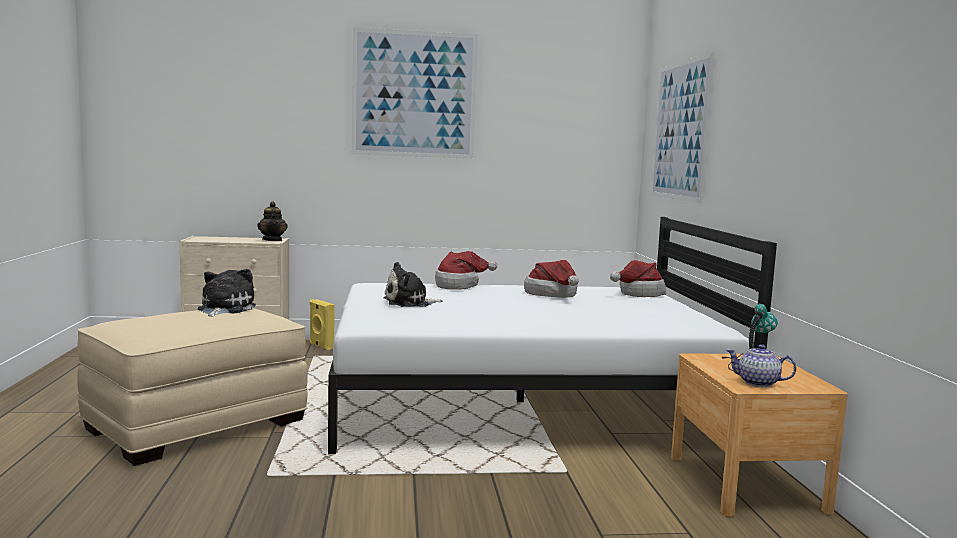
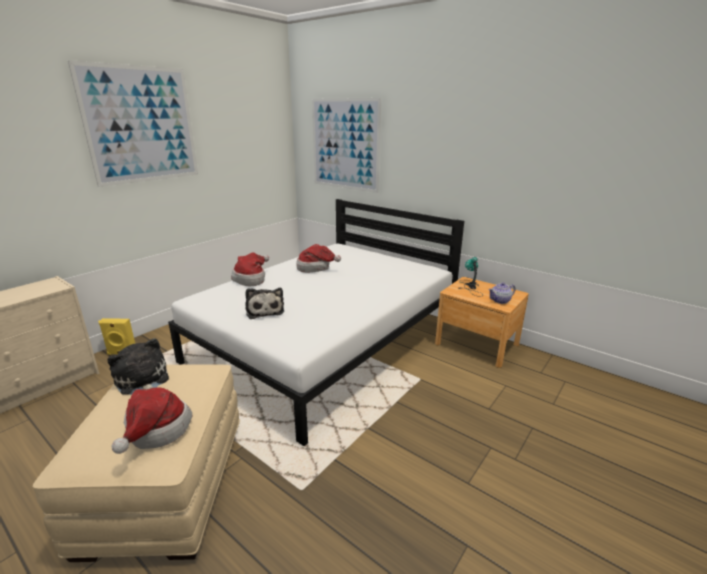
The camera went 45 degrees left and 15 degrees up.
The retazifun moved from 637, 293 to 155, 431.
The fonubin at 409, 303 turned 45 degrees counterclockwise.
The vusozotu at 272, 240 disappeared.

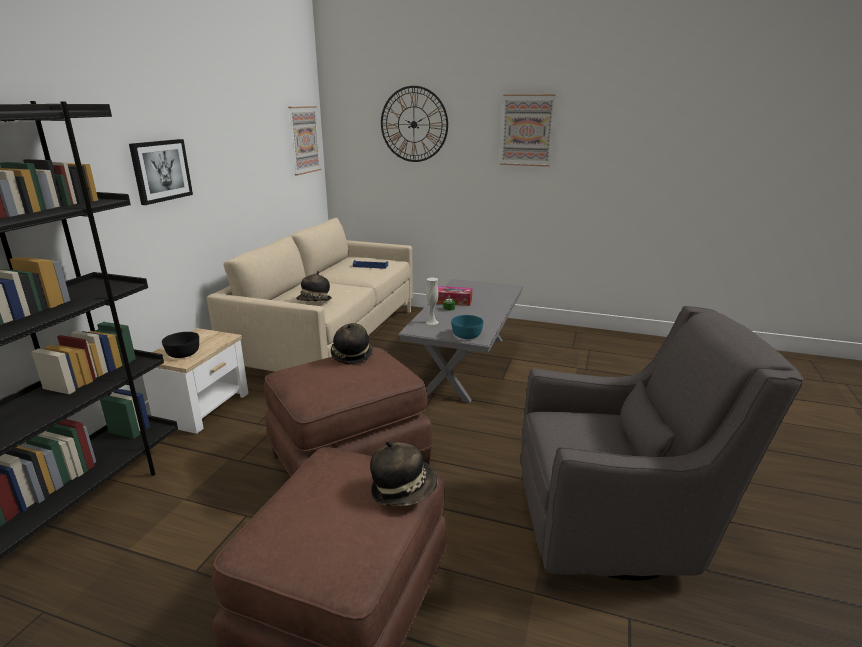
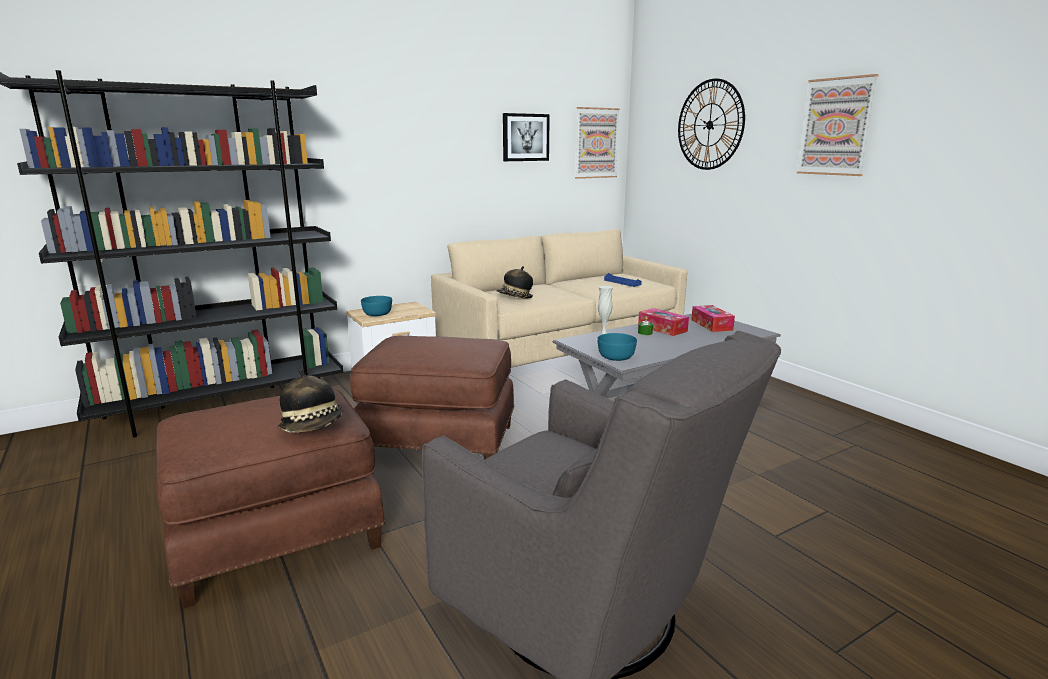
The camera went 40 degrees right and 5 degrees down.
The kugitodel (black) at 184, 353 became the kugitodel (turquoise) at 377, 314.
The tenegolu moved from 161, 170 to 525, 137.
The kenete at 711, 325 appeared.
The retazifun at 352, 355 disappeared.

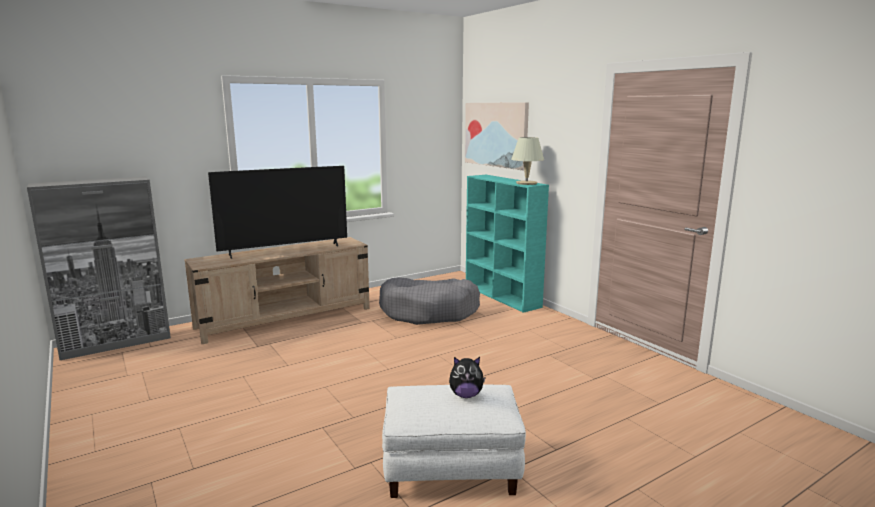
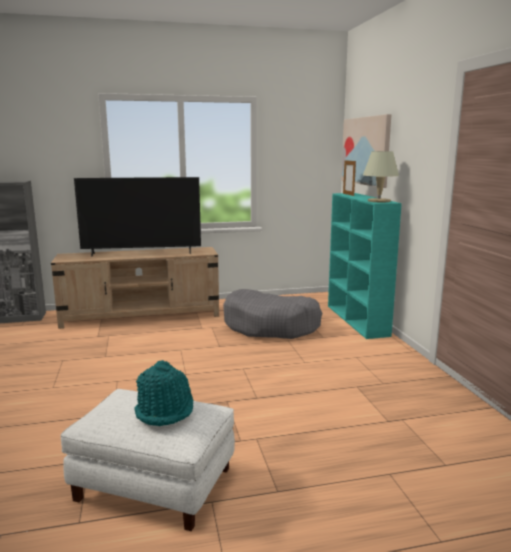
The camera went 20 degrees right and 0 degrees up.
The fonubin at 466, 395 was replaced by the retazifun (turquoise) at 165, 410.
The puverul at 348, 194 appeared.

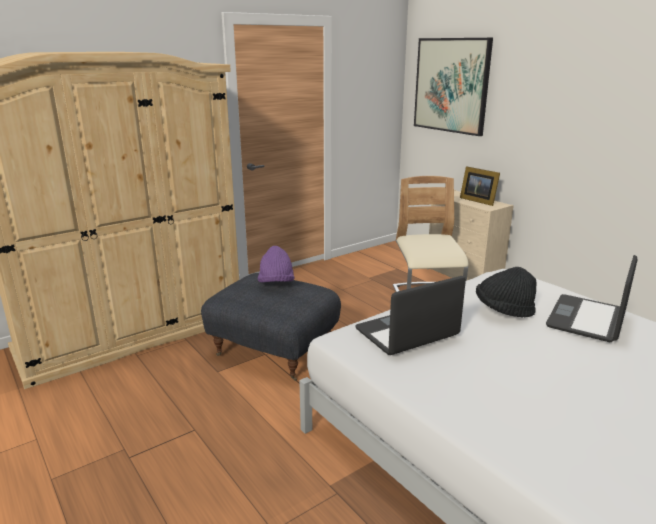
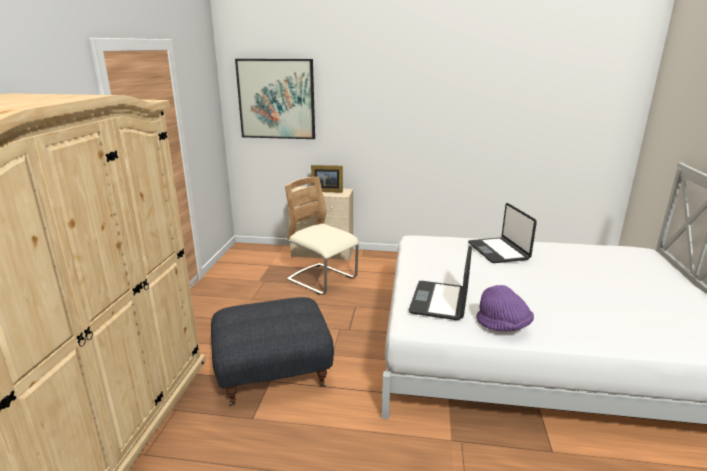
The camera went 45 degrees left and 0 degrees up.
The retazifun (purple) moved from 276, 283 to 503, 326.
The retazifun (black) at 503, 310 disappeared.

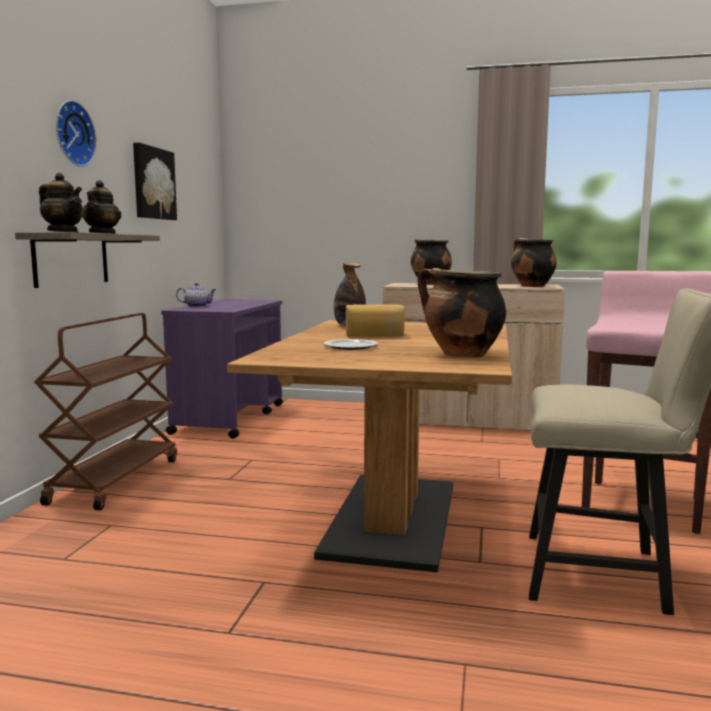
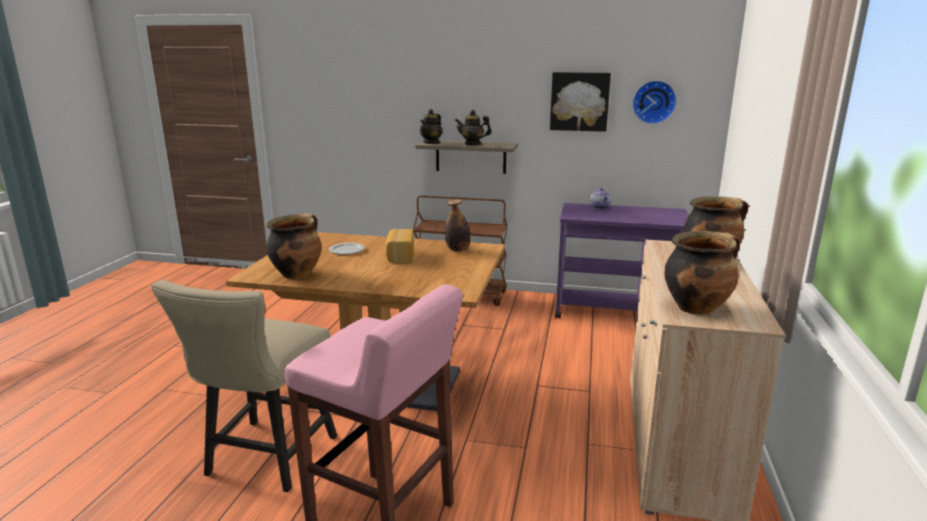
The camera went 90 degrees right and 10 degrees up.
The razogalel moved from 72, 134 to 654, 102.

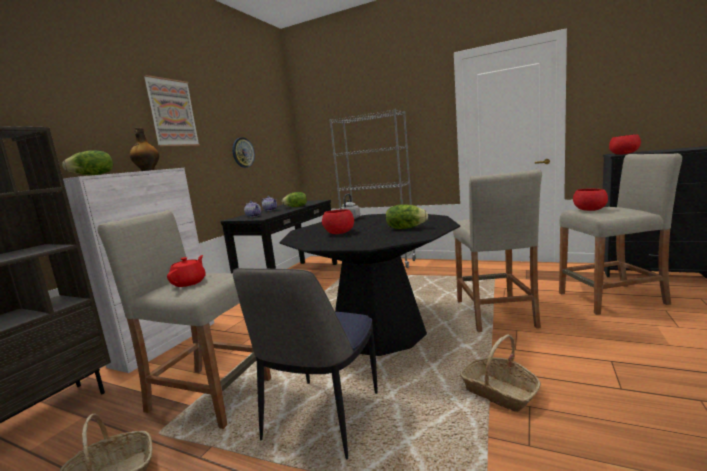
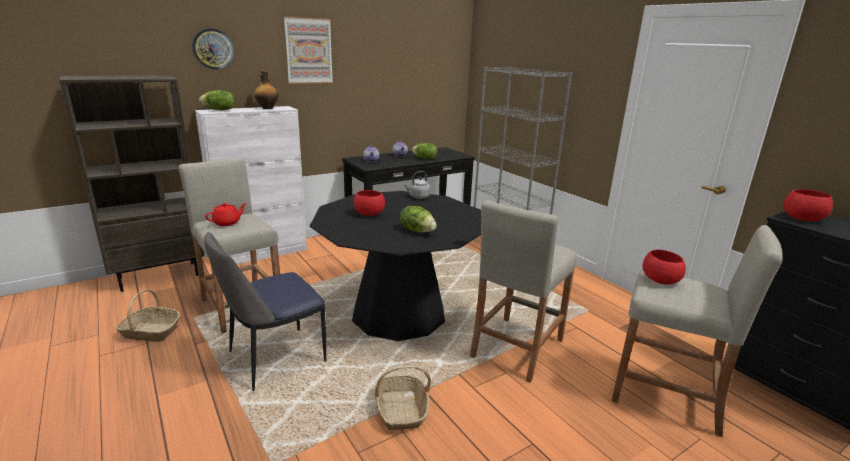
The camera went 30 degrees right and 10 degrees up.
The razogalel moved from 243, 152 to 213, 49.

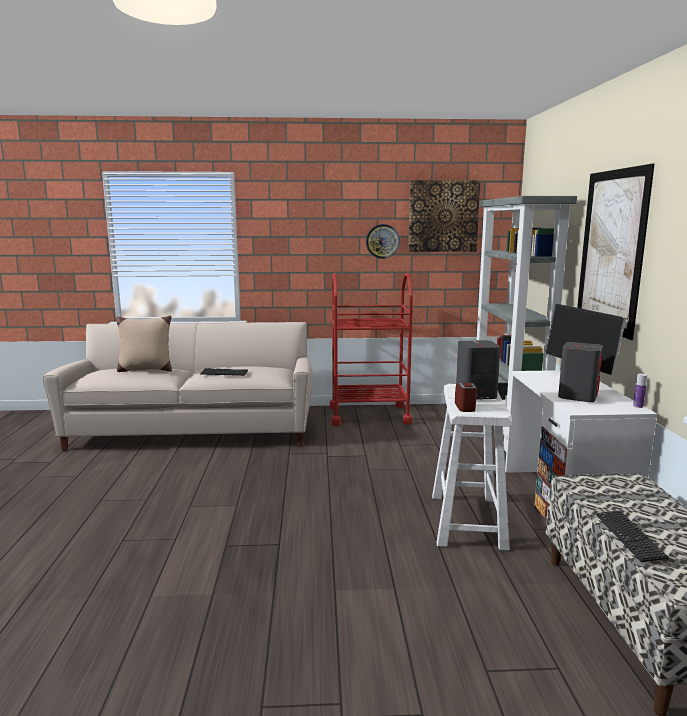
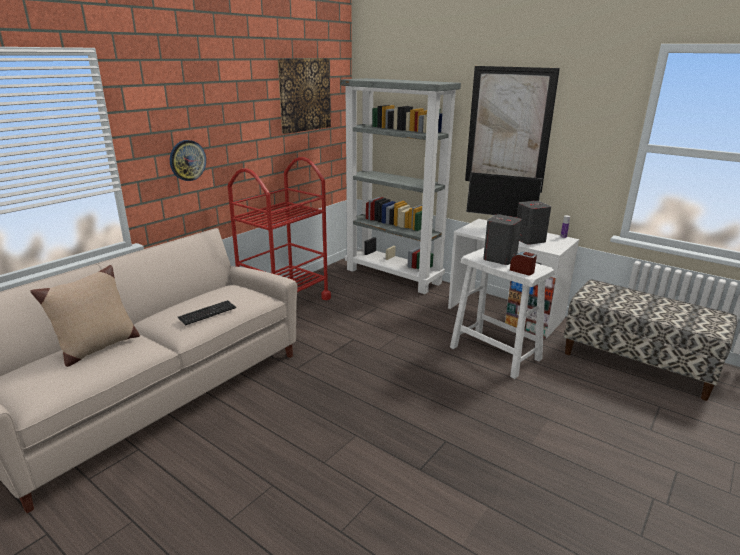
The camera went 50 degrees left and 10 degrees up.
The razogalel moved from 382, 241 to 187, 160.
The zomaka at 629, 537 disappeared.

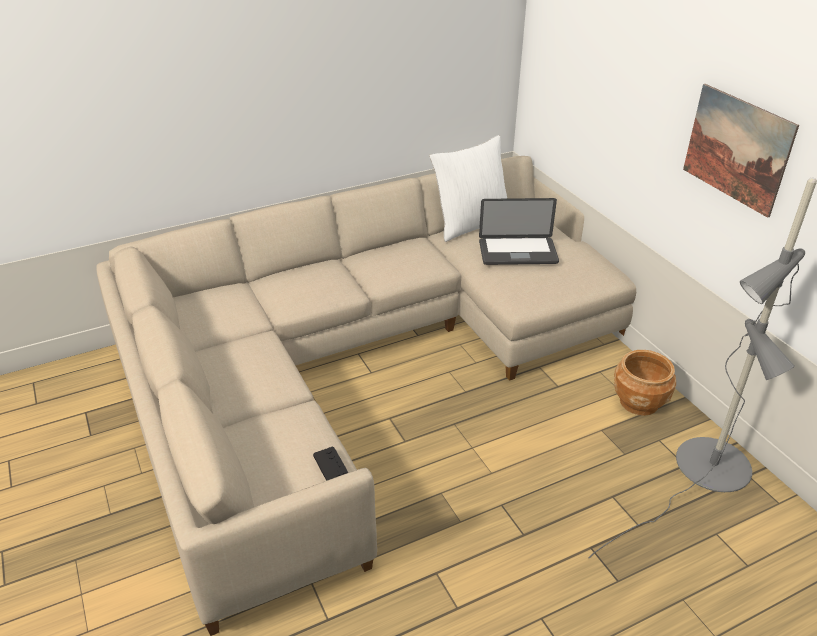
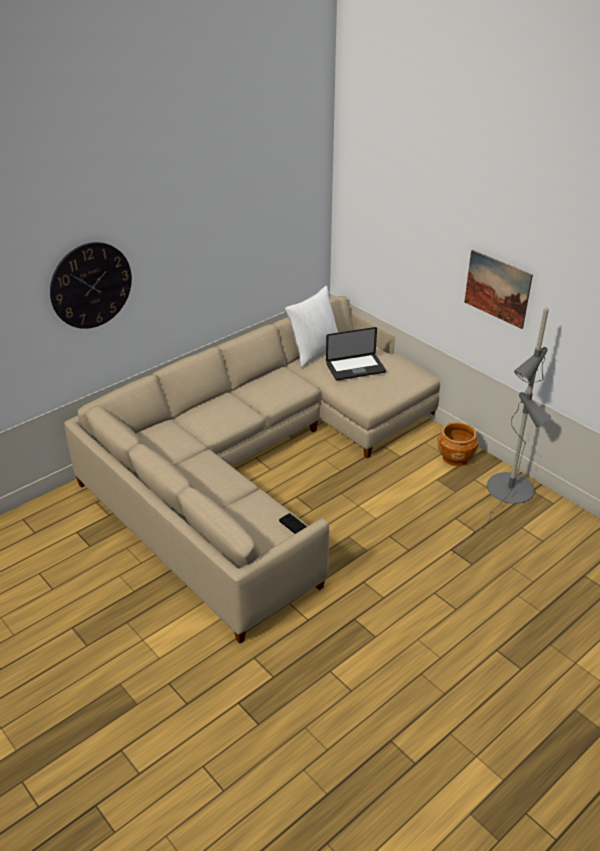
The camera went 15 degrees left and 0 degrees up.
The razogalel at 91, 285 appeared.

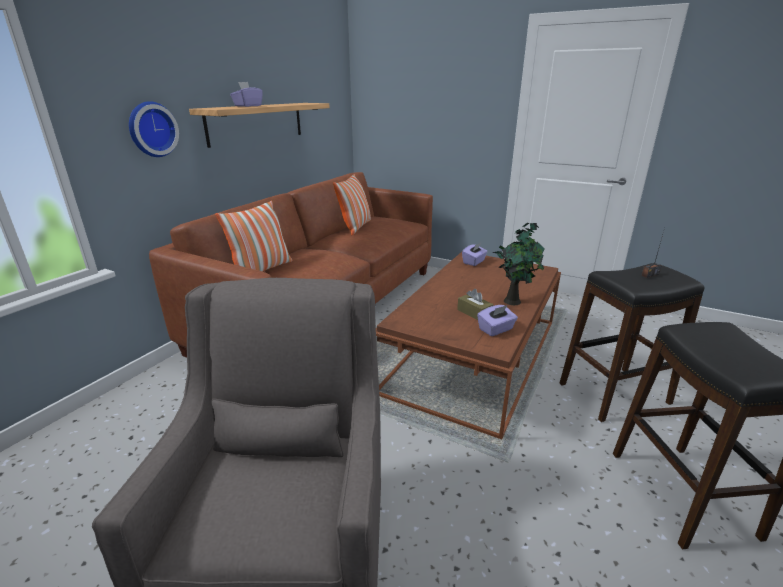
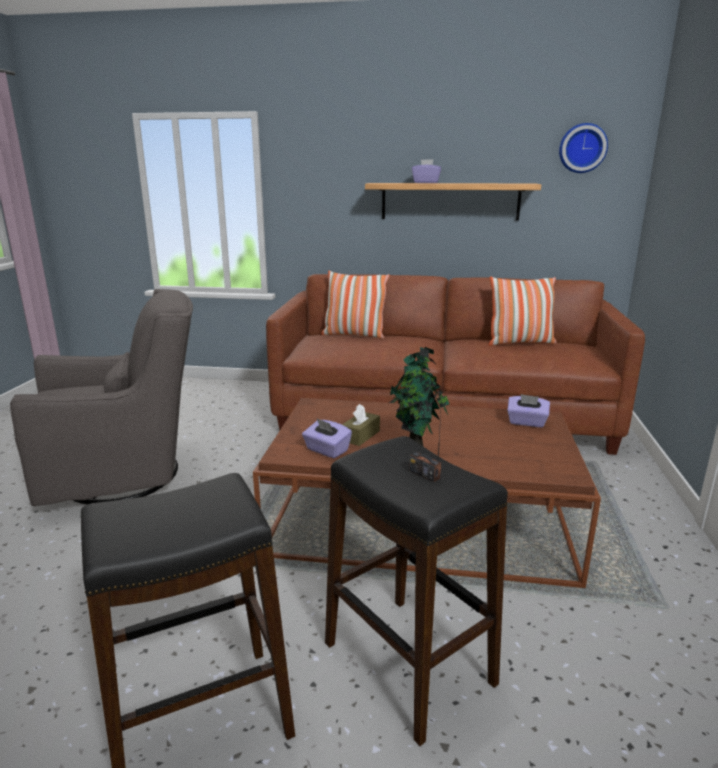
The camera went 70 degrees right and 5 degrees down.
The razogalel moved from 151, 129 to 582, 148.

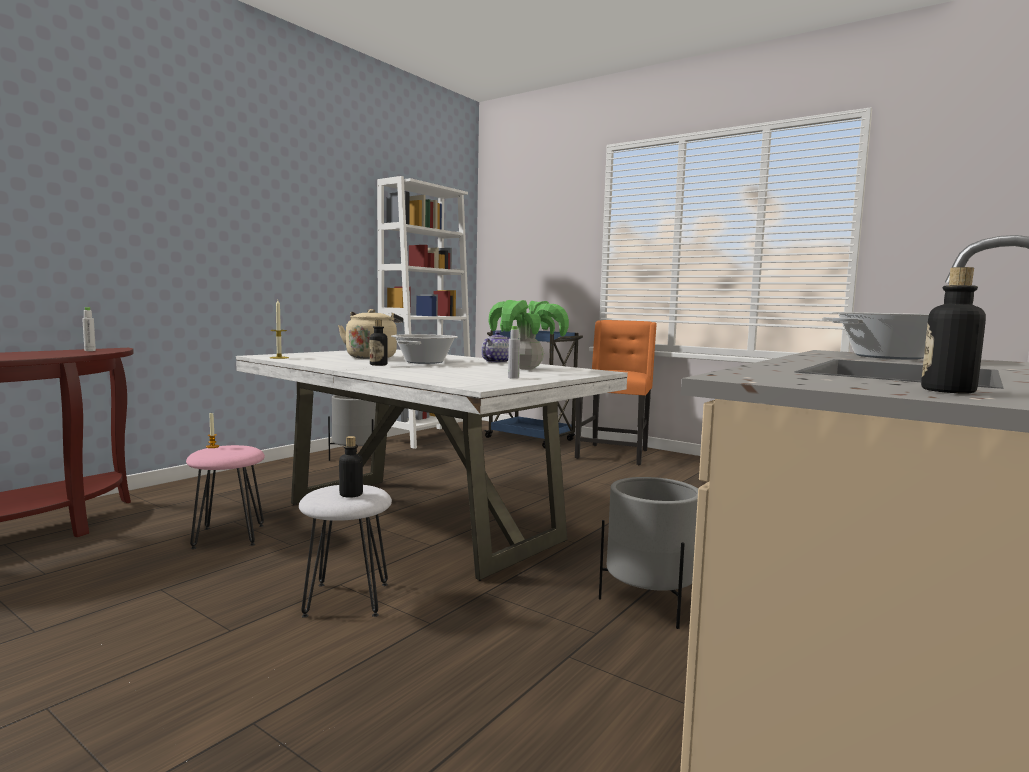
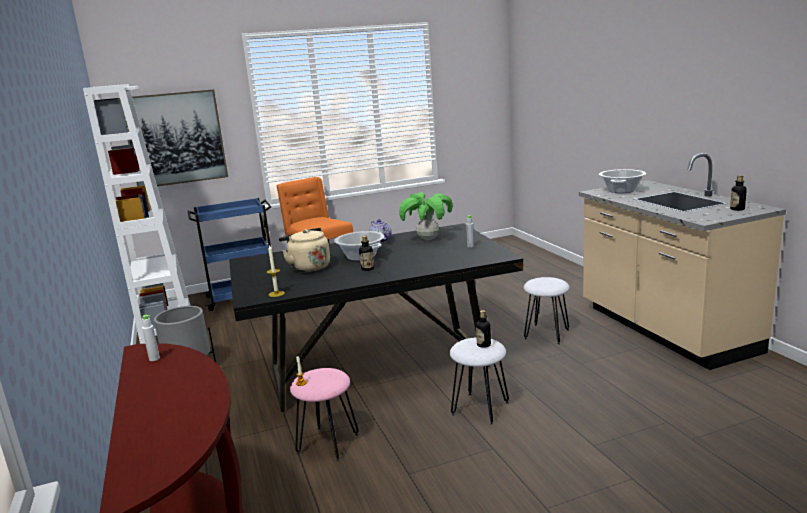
The camera went 55 degrees left and 10 degrees up.
The tenegolu at 175, 138 appeared.
The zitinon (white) at 417, 521 became the zitinon (black) at 377, 369.
The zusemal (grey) at 649, 604 was replaced by the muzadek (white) at 547, 334.

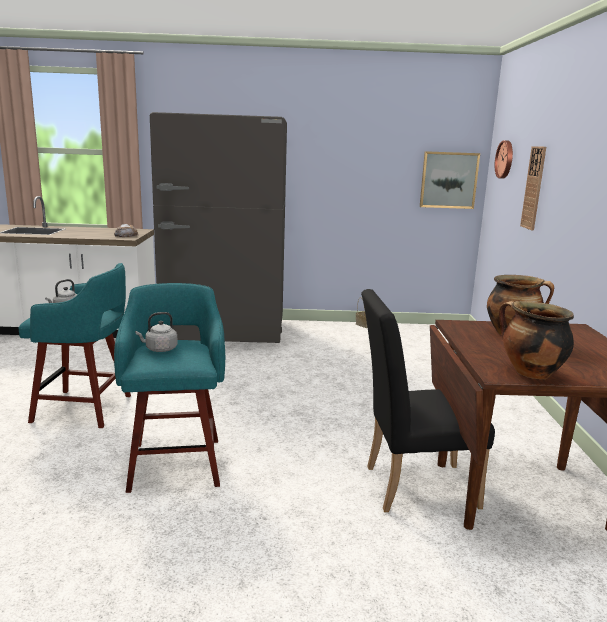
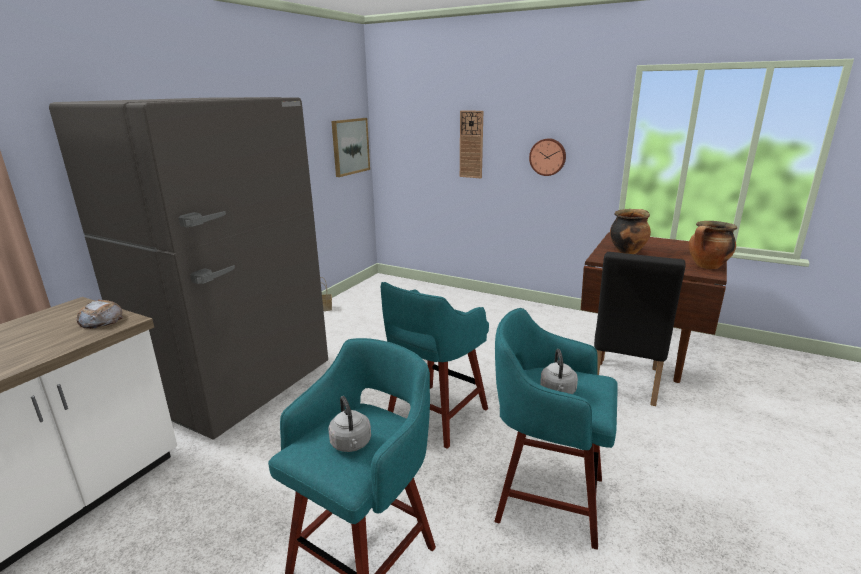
The camera went 60 degrees left and 5 degrees up.
The muzadek (turquoise) at 435, 416 appeared.
The razogalel moved from 505, 159 to 548, 157.

